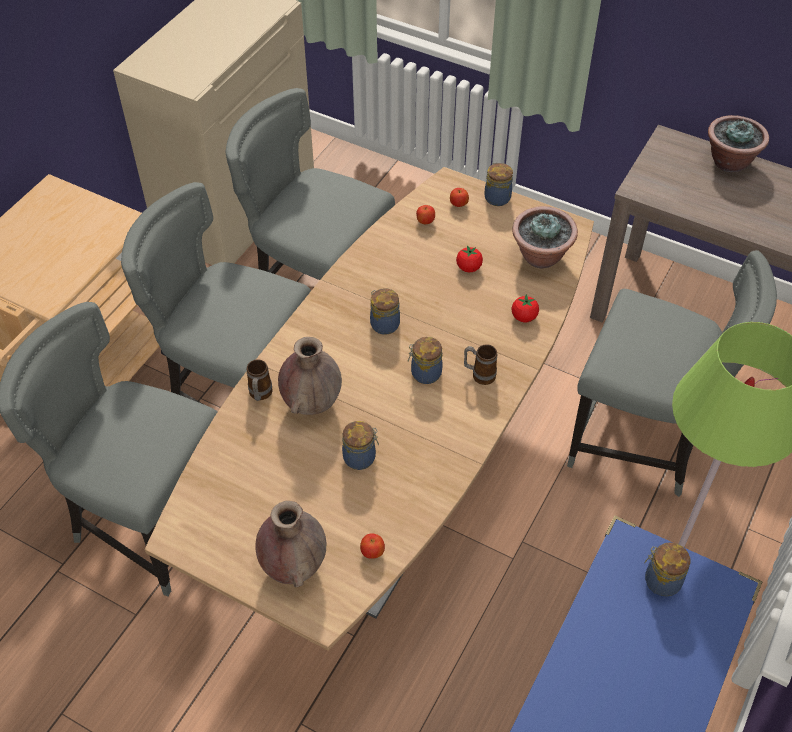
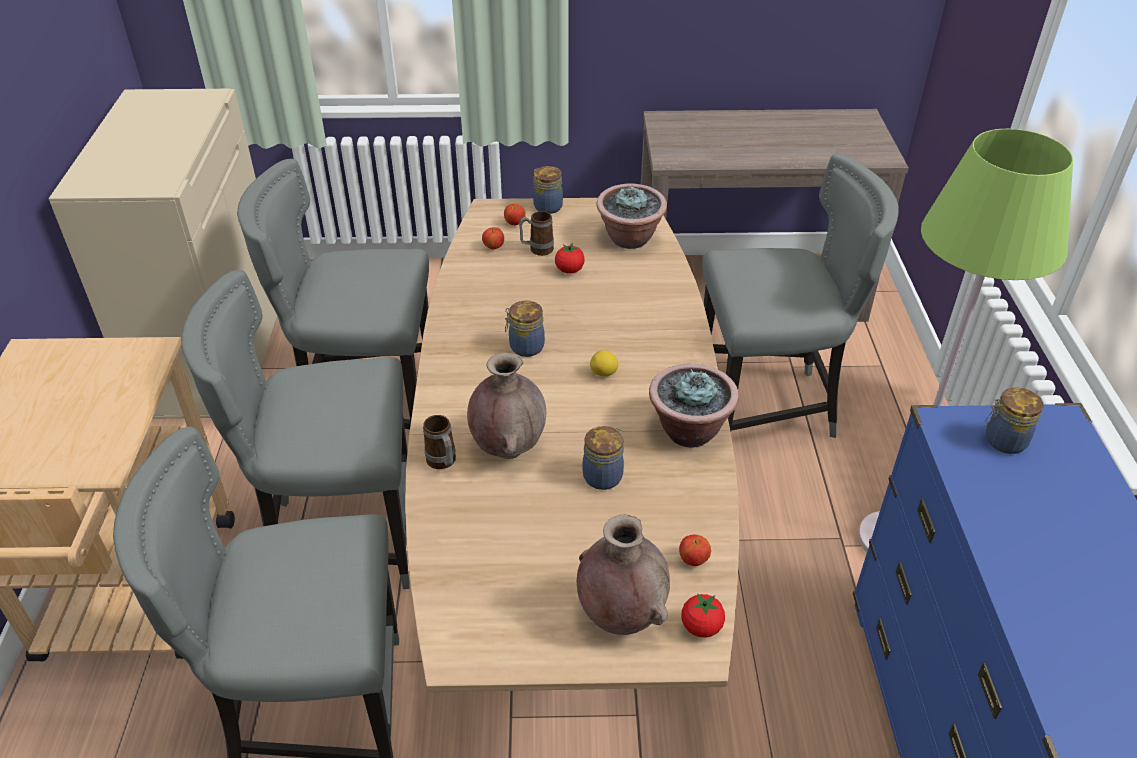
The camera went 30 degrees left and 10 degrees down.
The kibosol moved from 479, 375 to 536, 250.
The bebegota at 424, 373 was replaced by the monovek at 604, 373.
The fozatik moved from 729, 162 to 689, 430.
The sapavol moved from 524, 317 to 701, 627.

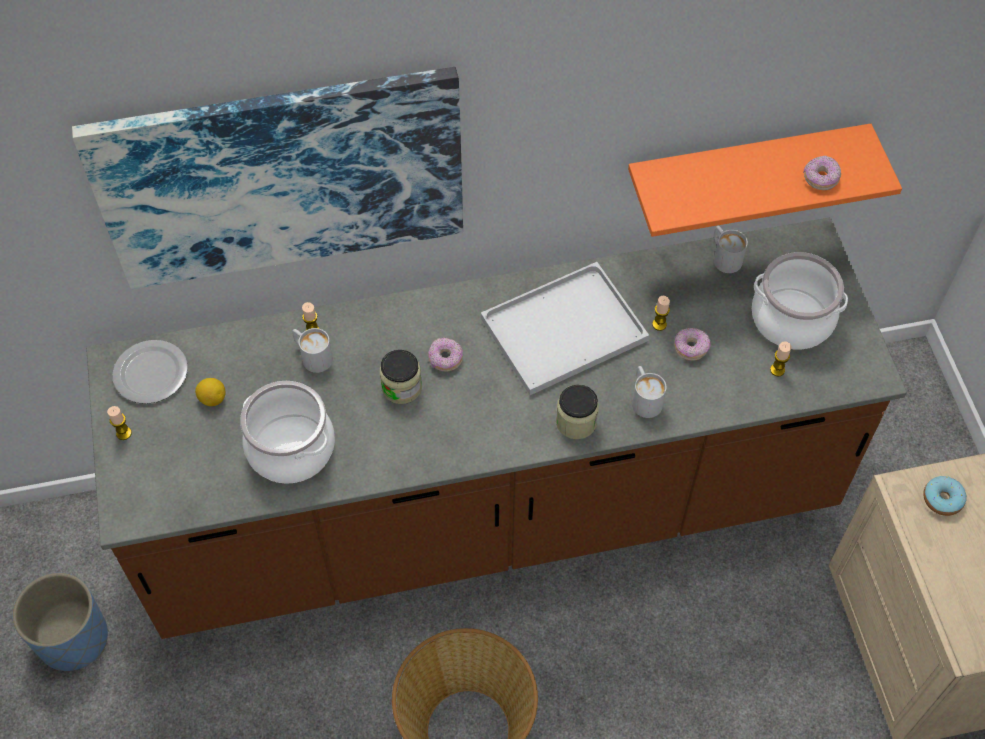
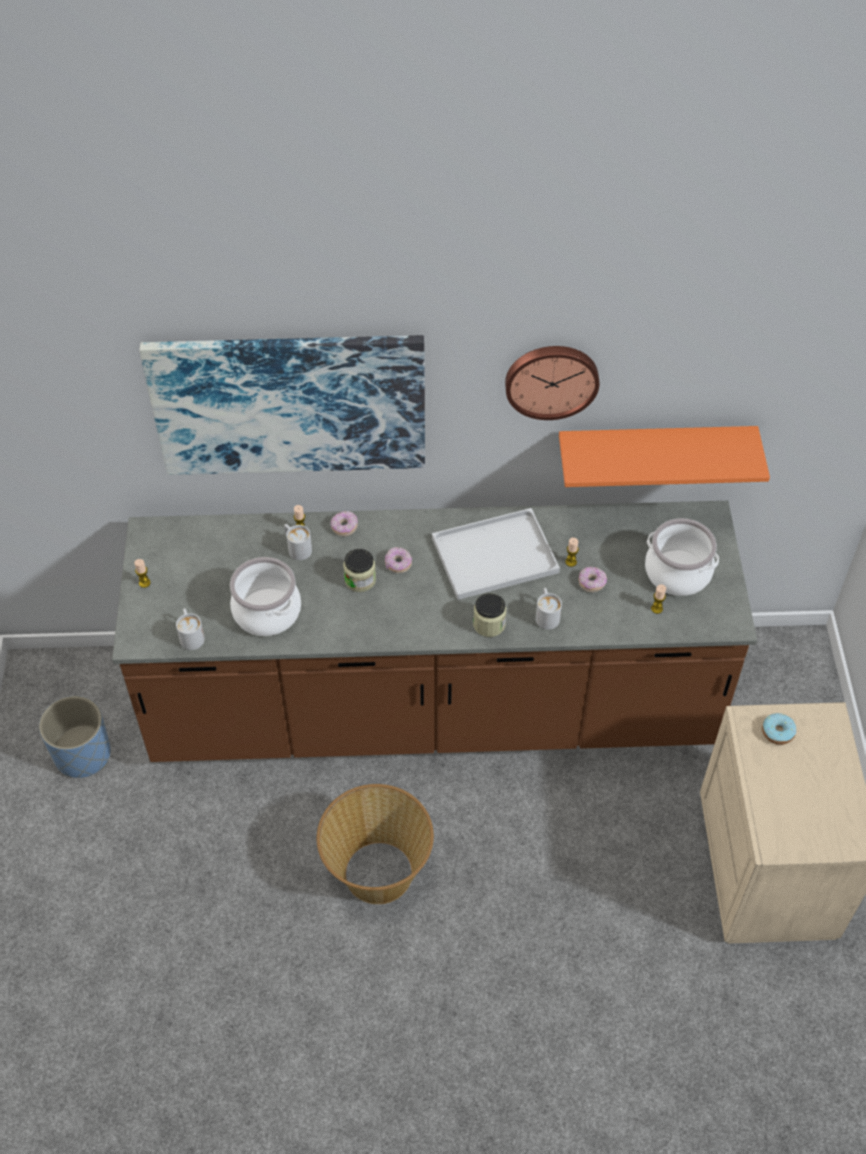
The camera went 10 degrees right and 5 degrees down.
The kibosol (white) moved from 724, 256 to 191, 635.
The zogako moved from 820, 178 to 344, 527.
The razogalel at 551, 379 appeared.
The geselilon at 152, 374 disappeared.
The monovek at 212, 399 disappeared.

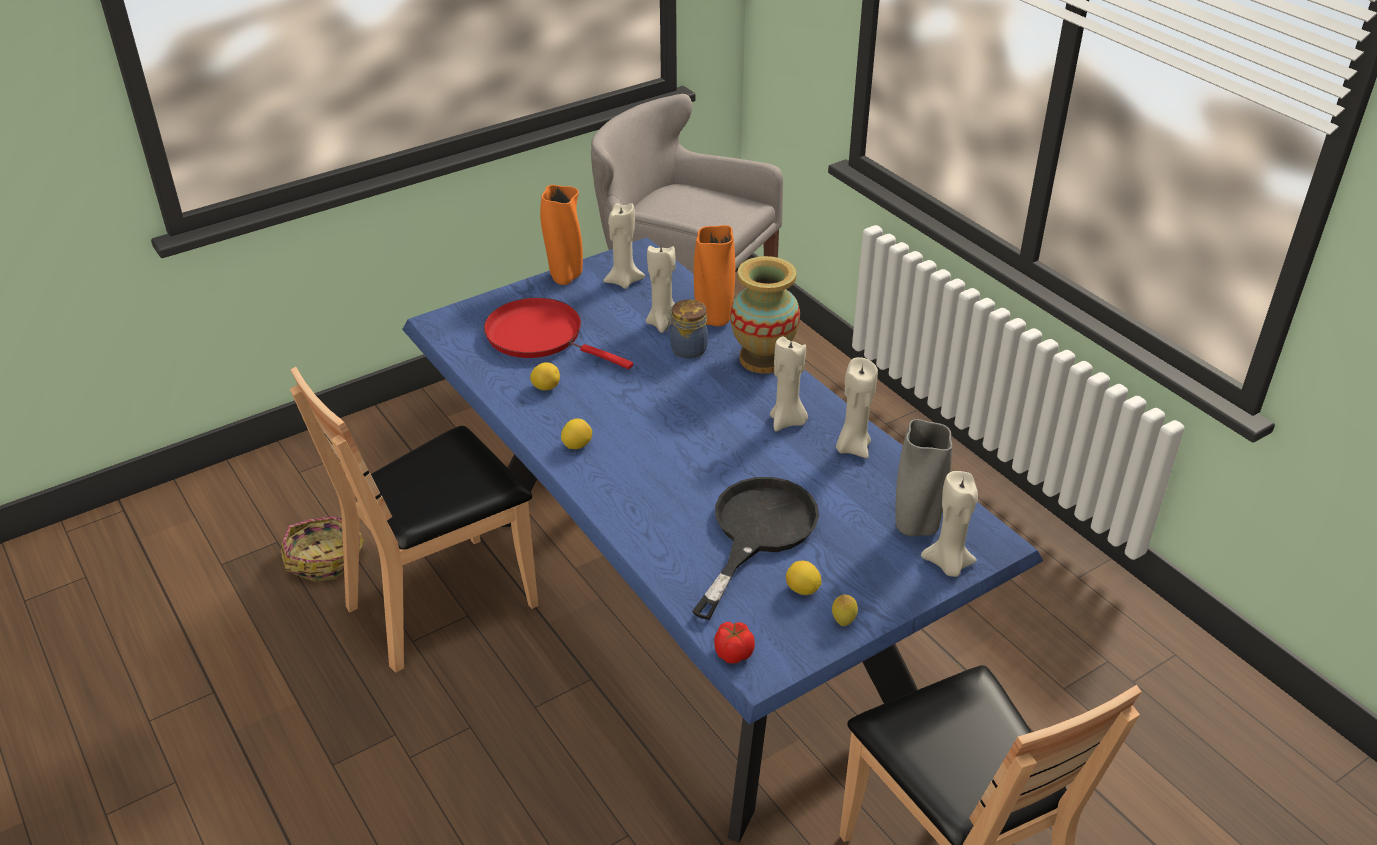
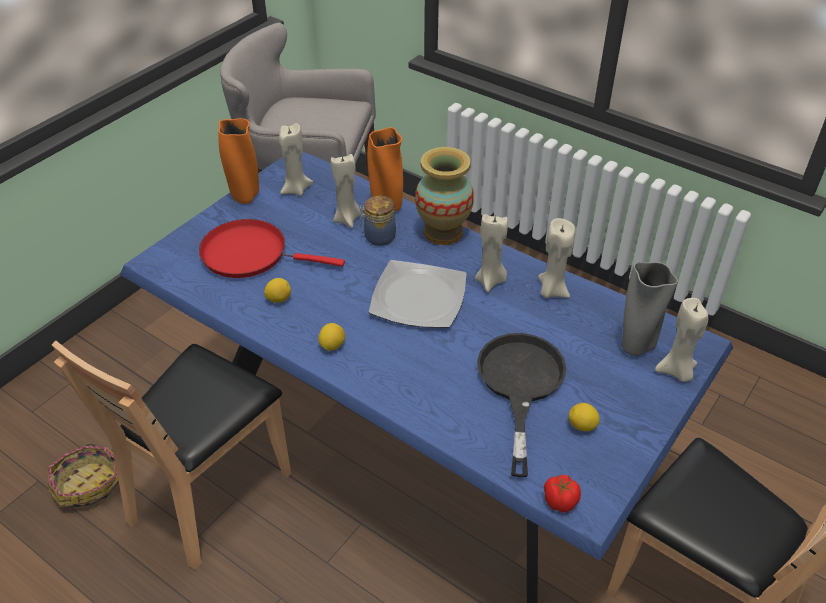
The camera went 20 degrees left and 5 degrees up.
The geselilon at 417, 298 appeared.
The monovek at 843, 622 disappeared.

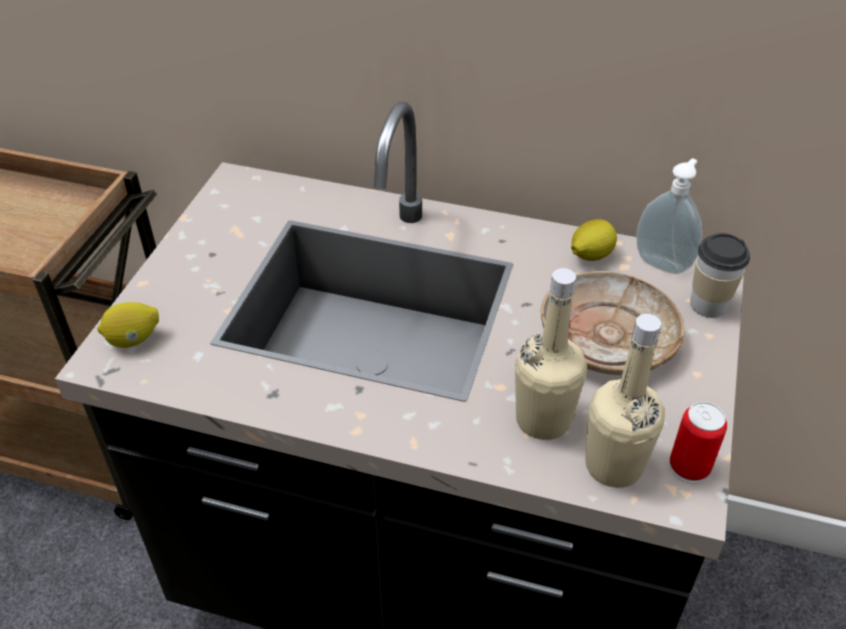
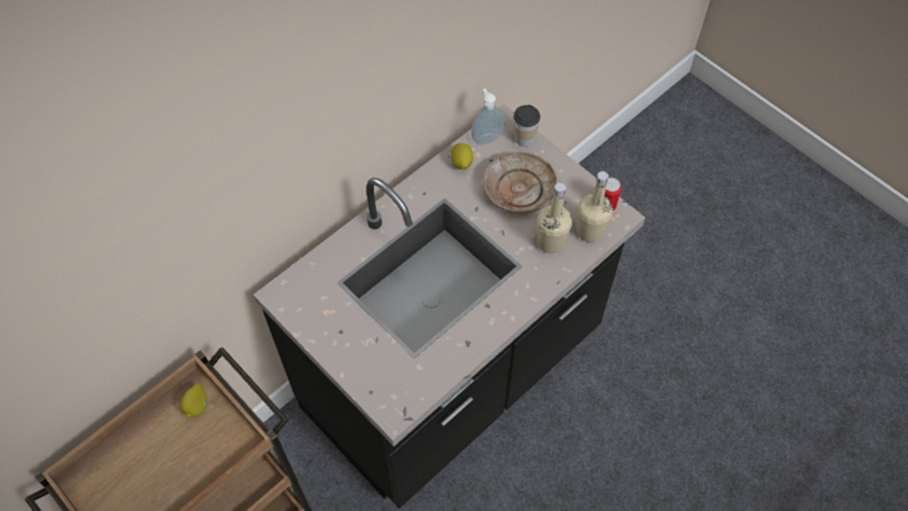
The camera went 60 degrees left and 15 degrees up.
The monovek moved from 133, 339 to 197, 406.

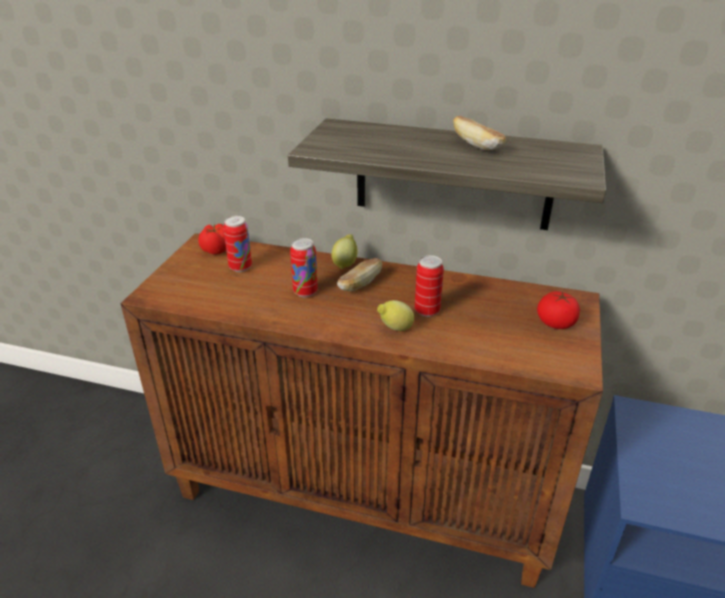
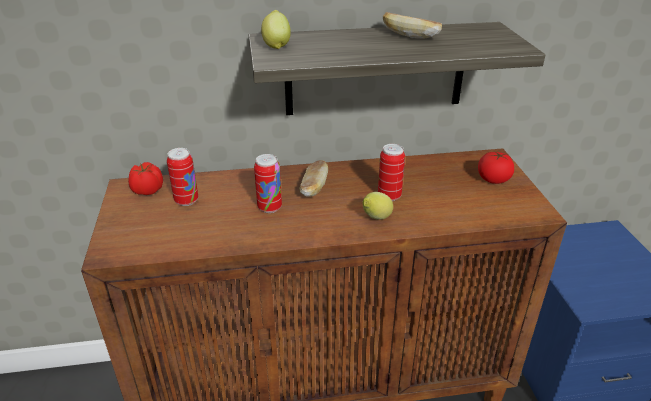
The camera went 25 degrees left and 0 degrees up.
The monovek moved from 345, 264 to 276, 45.

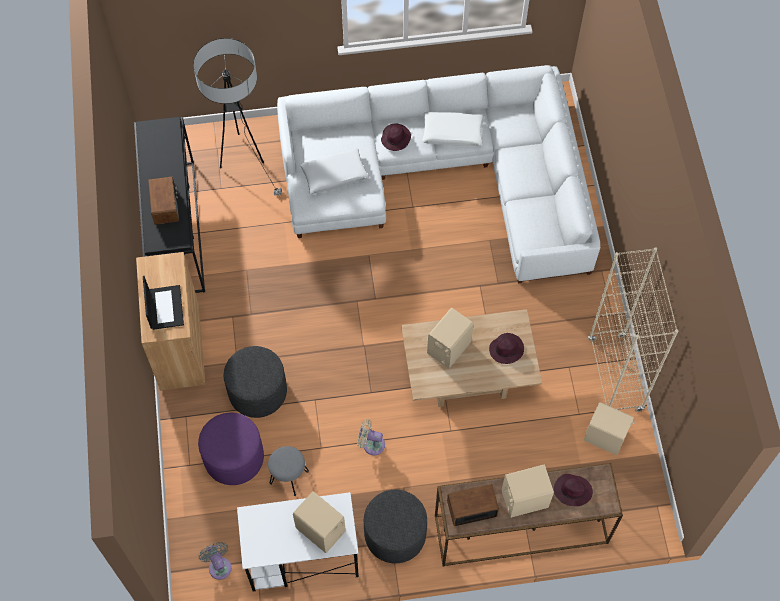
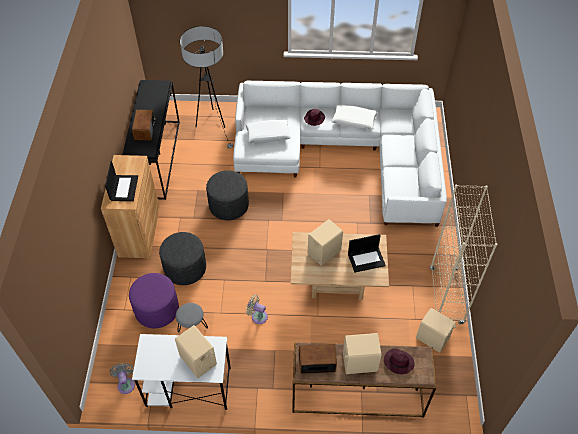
The camera went 10 degrees right and 10 degrees down.
The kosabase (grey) moved from 395, 534 to 229, 205.
The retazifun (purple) at 506, 349 was replaced by the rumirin at 366, 259.

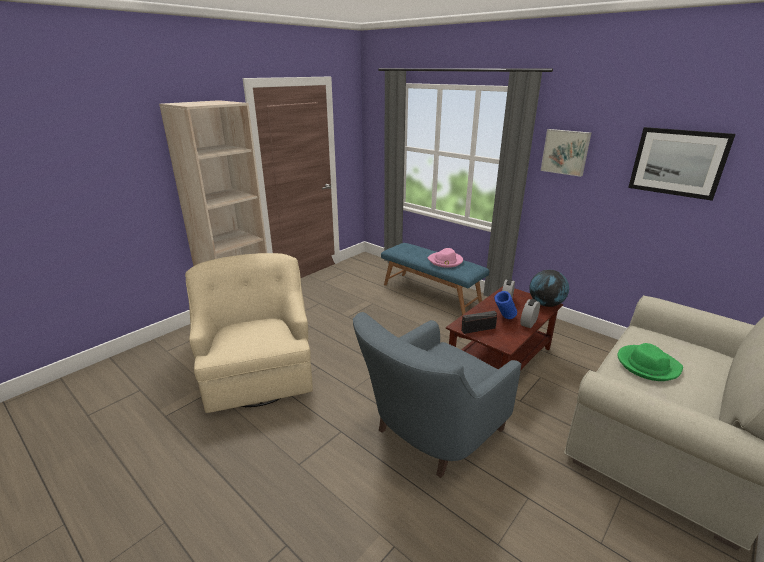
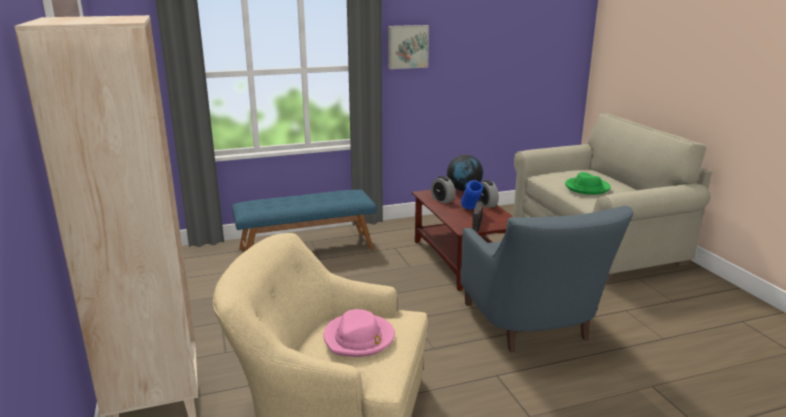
The camera went 60 degrees left and 5 degrees down.
The retazifun (pink) moved from 445, 261 to 359, 338.
The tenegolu at 678, 162 disappeared.

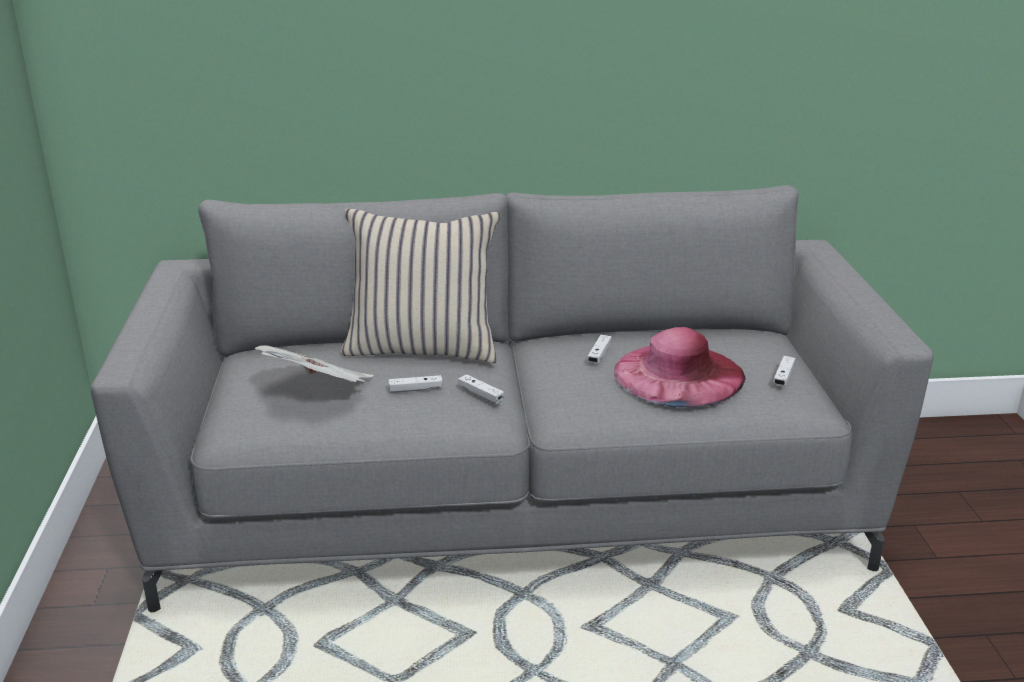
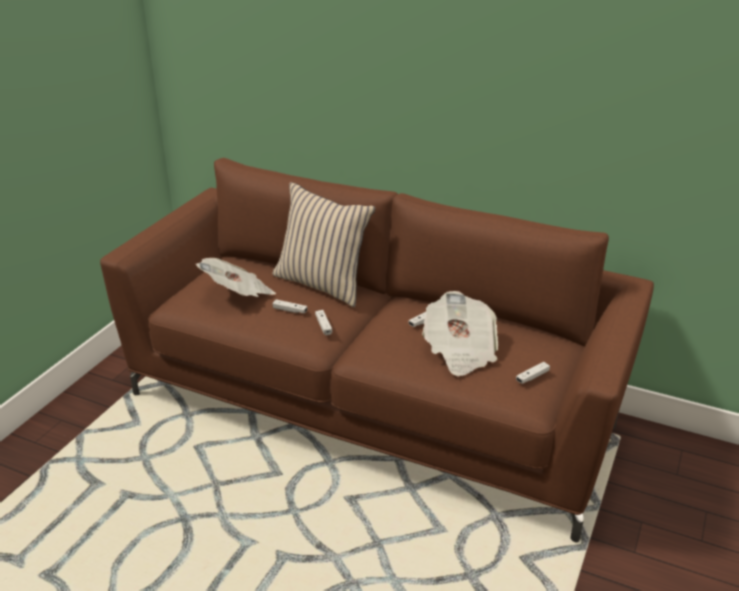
The camera went 30 degrees right and 5 degrees up.
The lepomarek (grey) at 513, 512 became the lepomarek (brown) at 370, 408.
The retazifun (pink) at 678, 374 was replaced by the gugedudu at 459, 351.

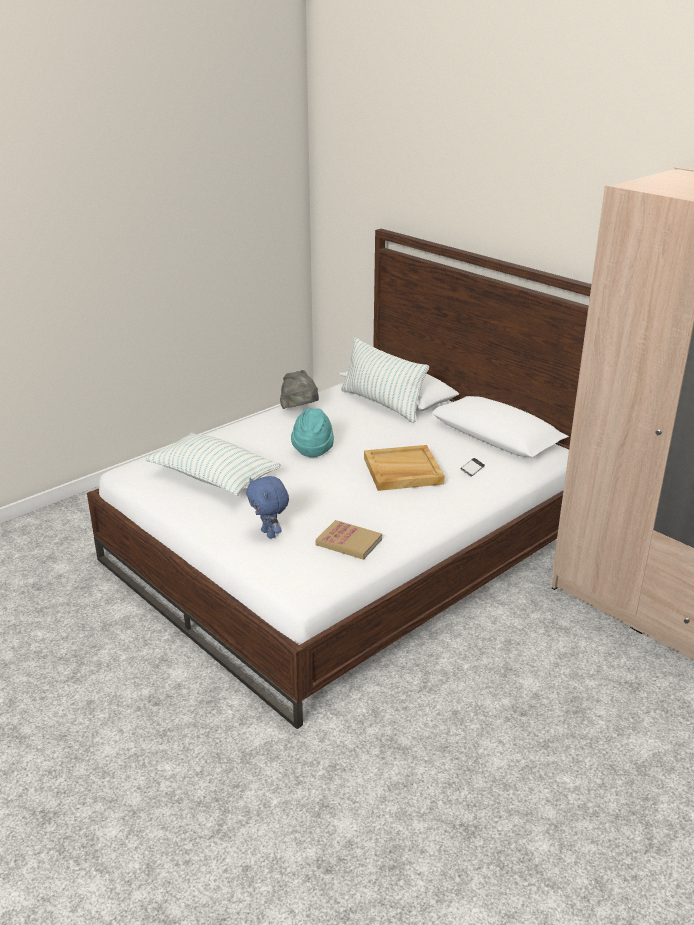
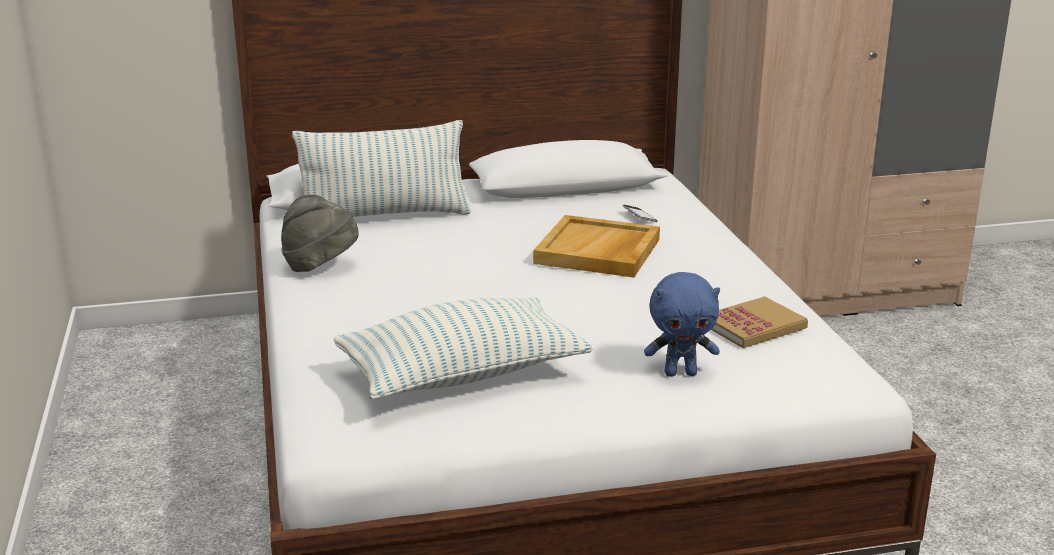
The camera went 60 degrees left and 5 degrees down.
The retazifun (turquoise) at 313, 449 disappeared.

